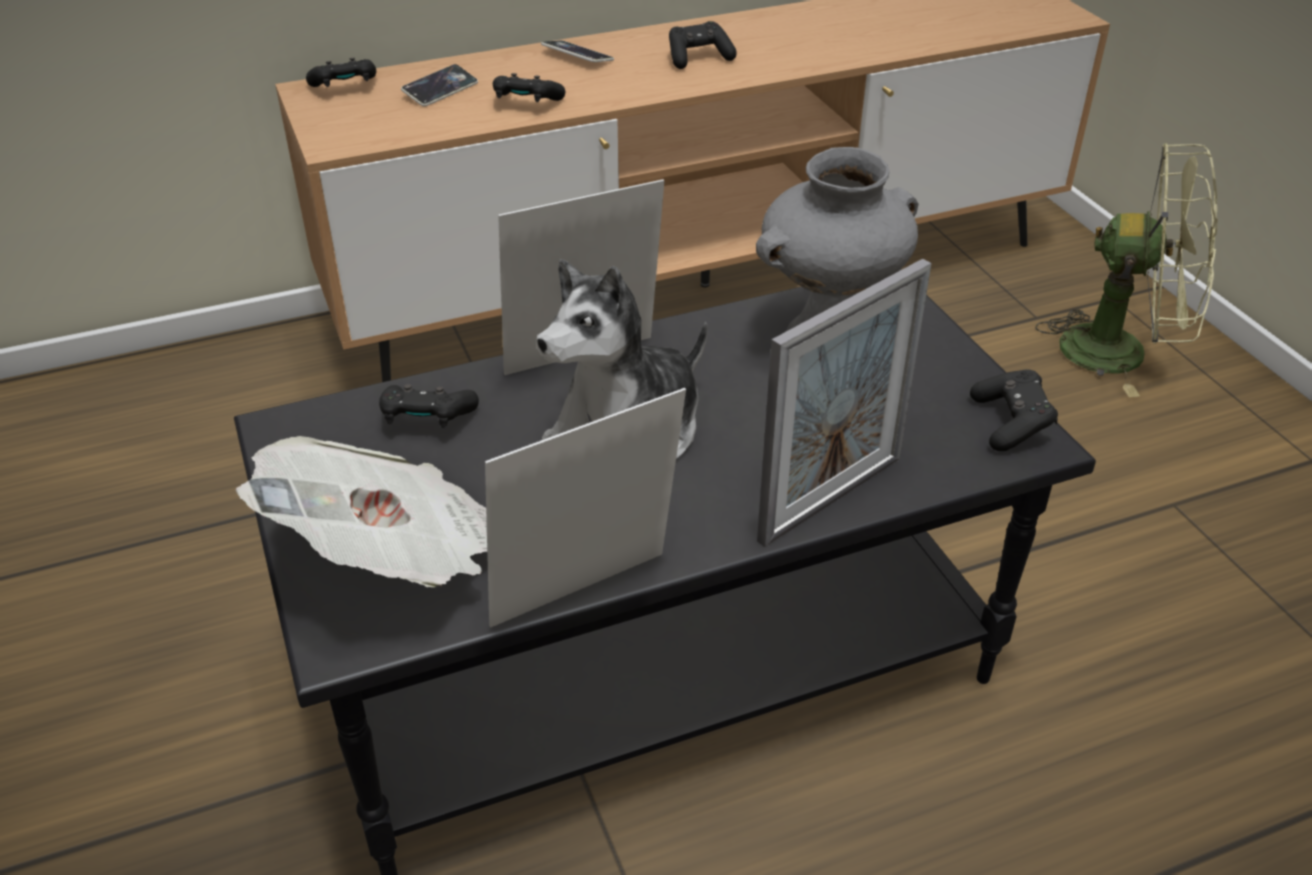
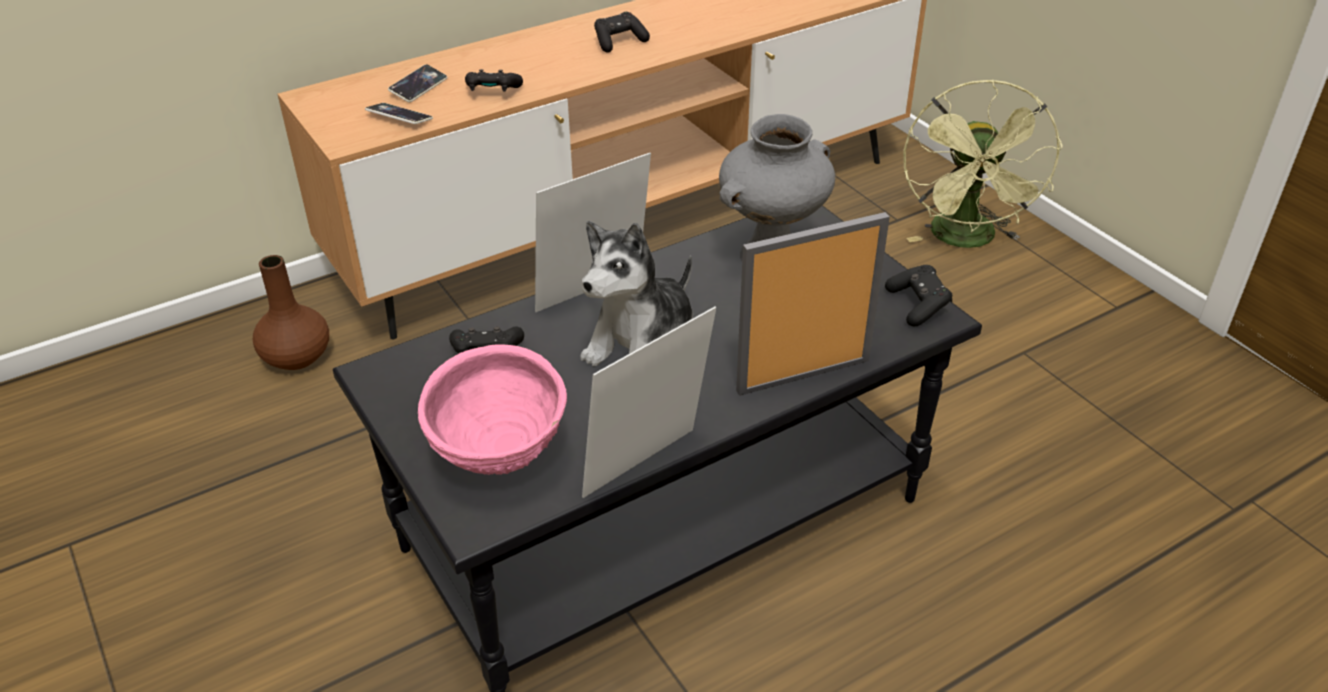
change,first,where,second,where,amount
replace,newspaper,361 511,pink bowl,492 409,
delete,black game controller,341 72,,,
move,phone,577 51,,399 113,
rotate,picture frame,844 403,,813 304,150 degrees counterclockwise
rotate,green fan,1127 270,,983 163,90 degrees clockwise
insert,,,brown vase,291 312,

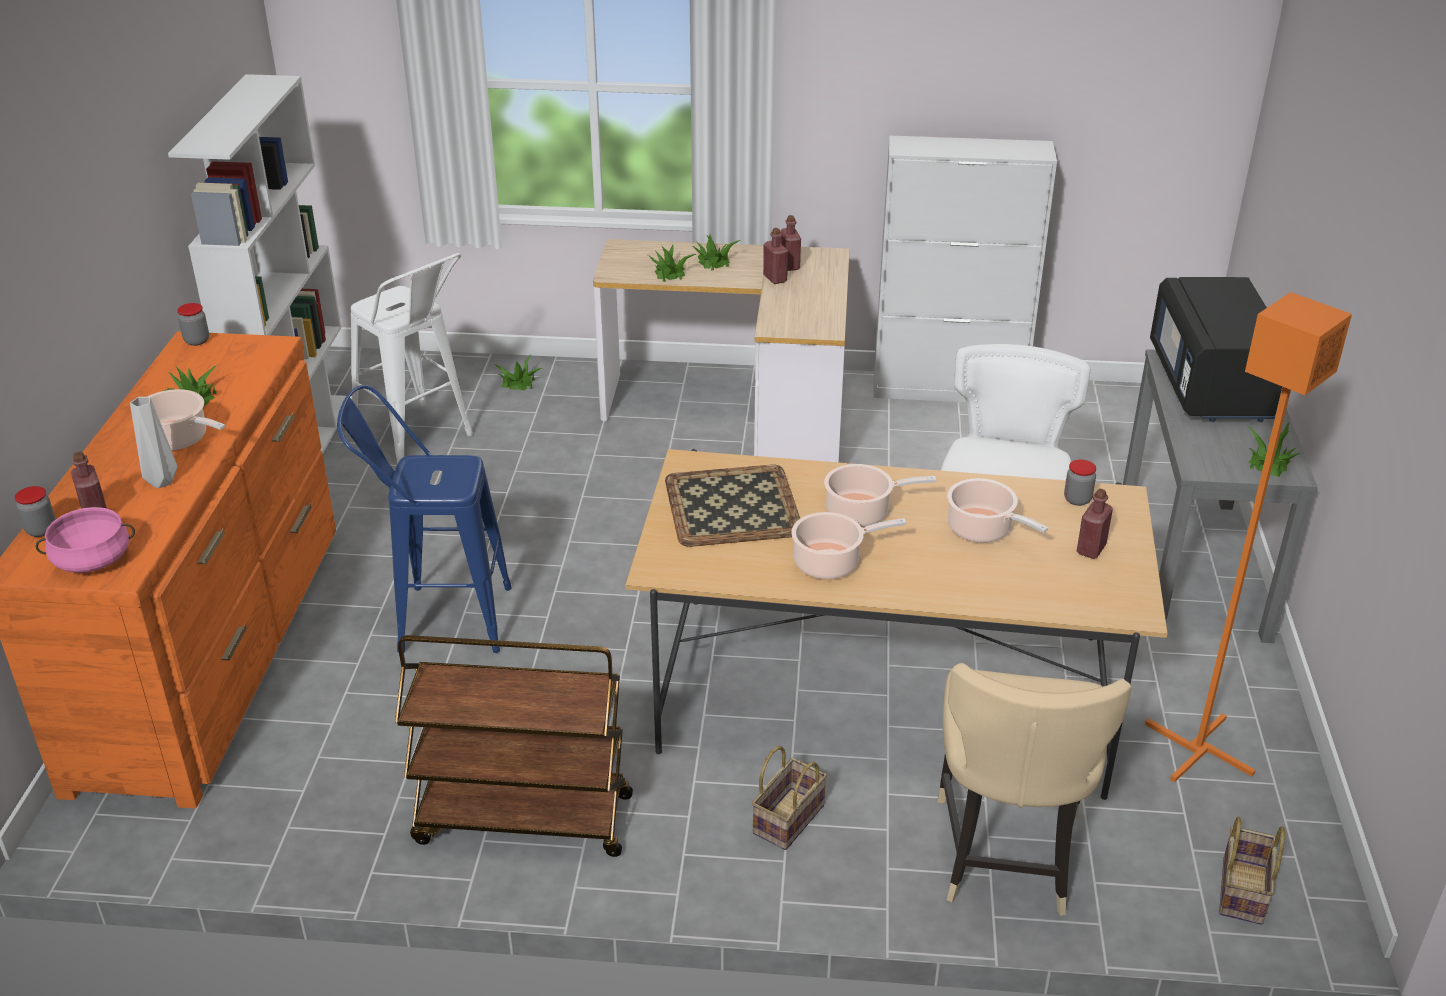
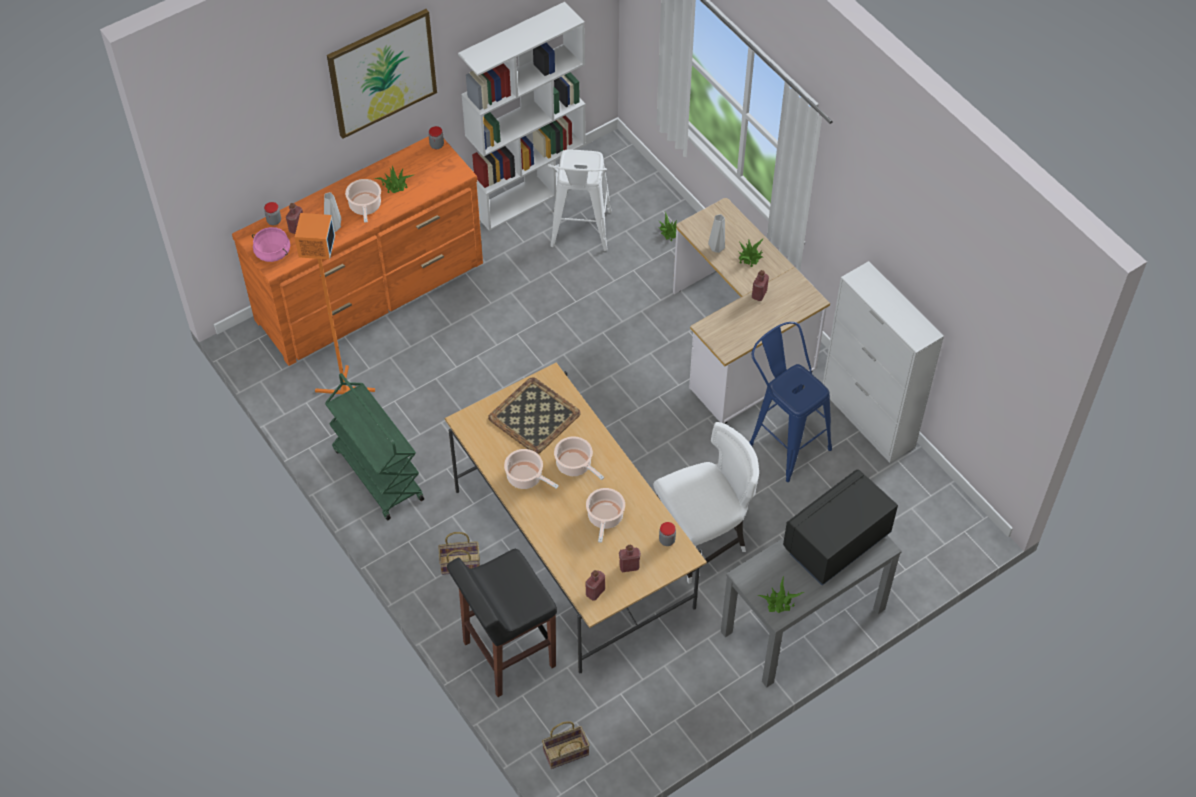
change,first,where,second,where,amount
move,blue stool,424 519,,790 402,
recolor,brown cart,514 746,green cart,374 446,
replace,potted plant,672 263,grey vase,716 233,
move,red bottle,790 243,,595 585,
replace,beige chair,1035 789,black stool,502 623,
move,orange floor lamp,1248 537,,335 303,
insert,,,picture,382 74,

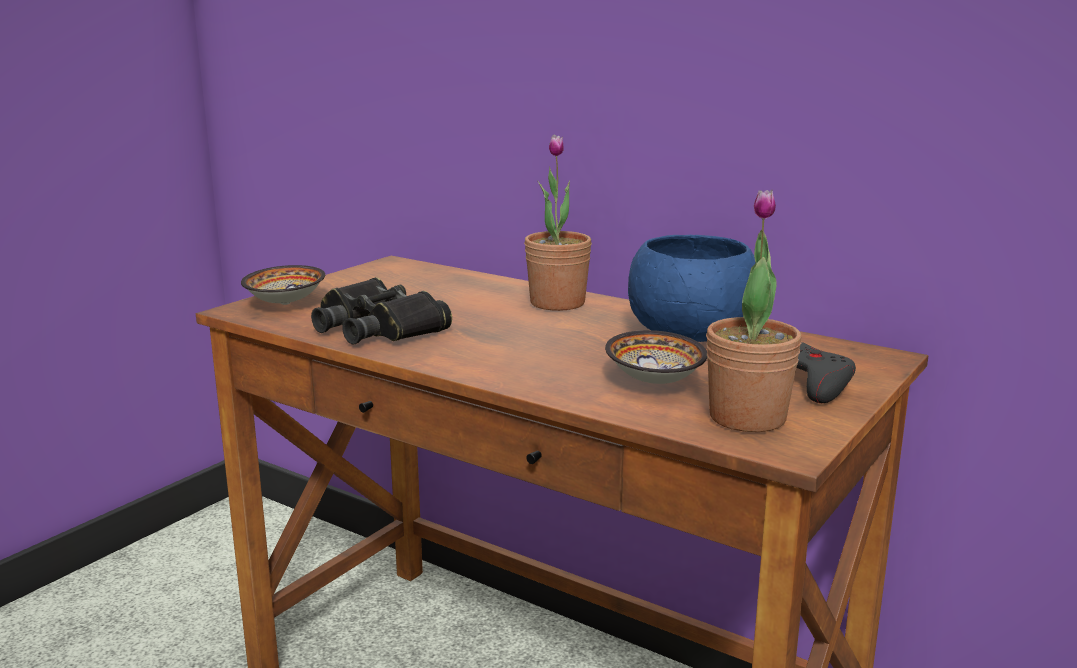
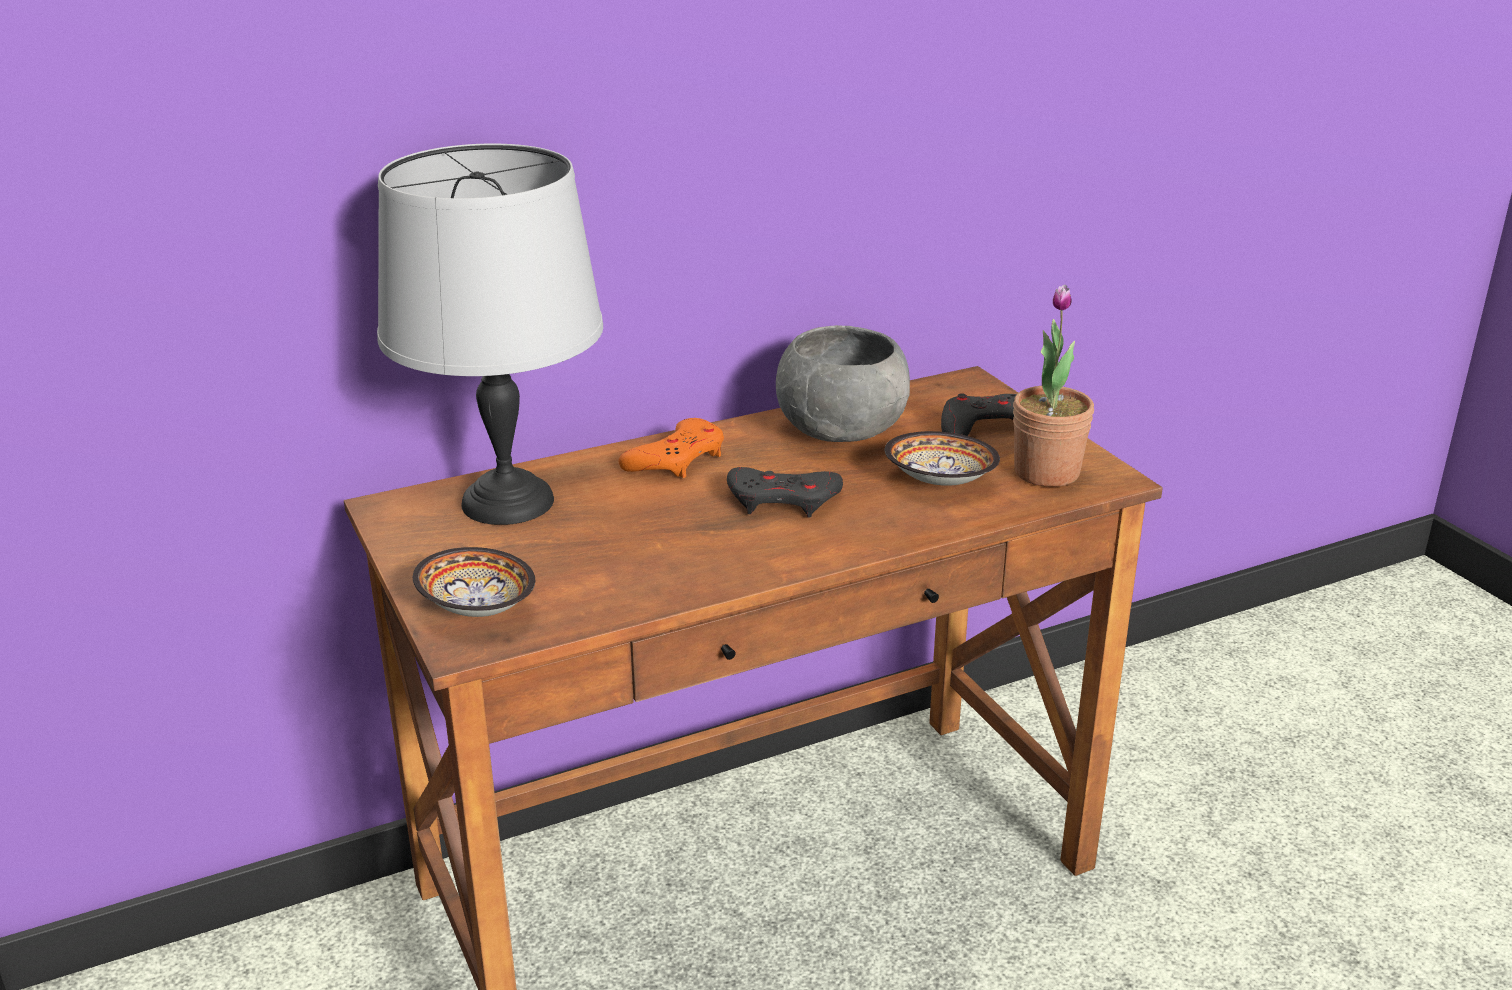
change,first,where,second,where,amount
delete,black binoculars,381 311,,,
replace,potted plant,558 222,orange game controller,671 448,
recolor,blue bowl,692 288,grey bowl,843 383,
insert,,,grey table lamp,490 334,
insert,,,grey game controller,785 492,

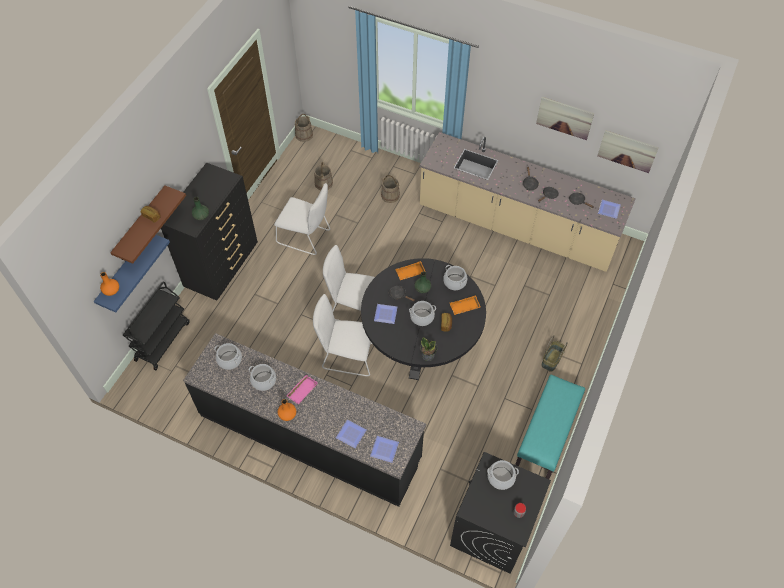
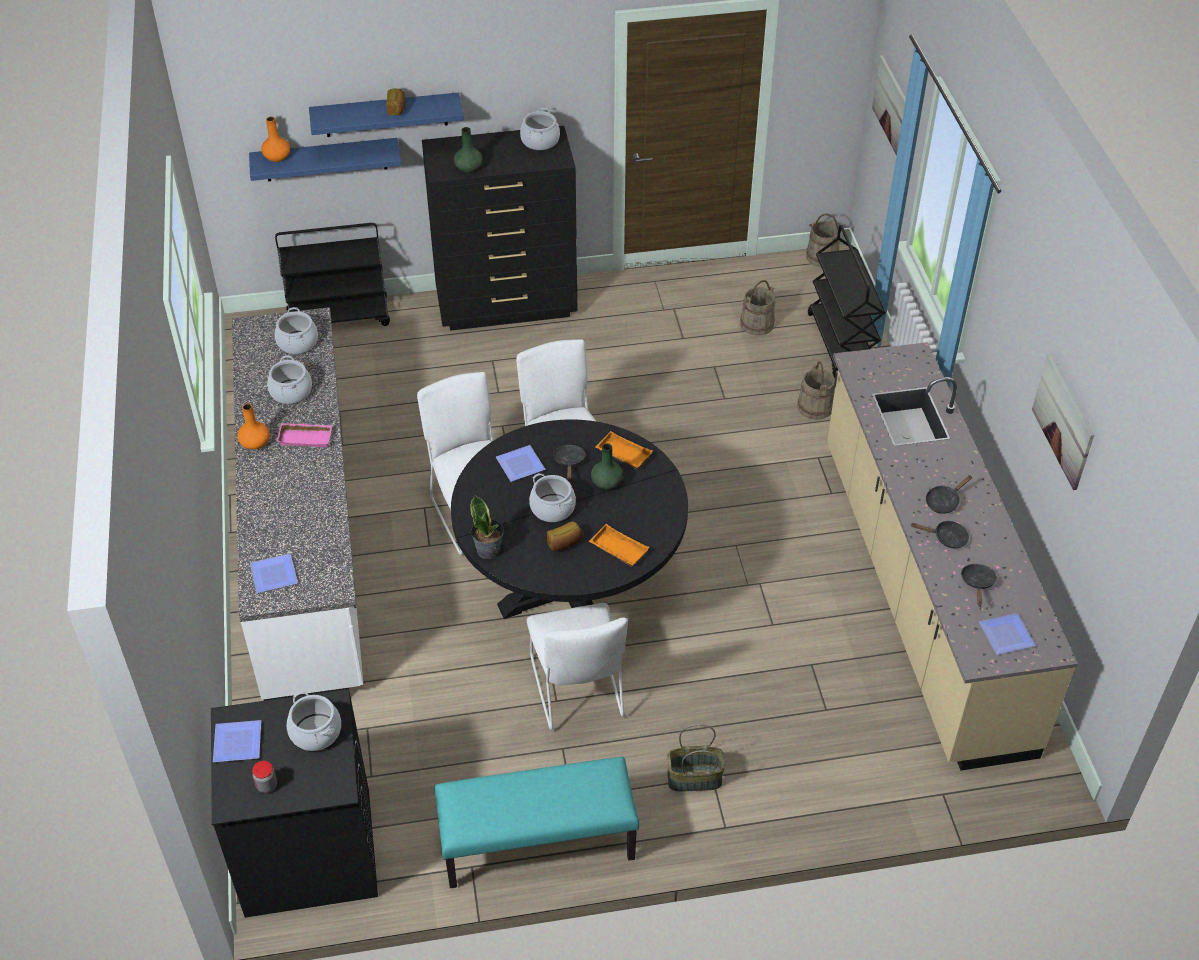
change,first,where,second,where,amount
recolor,brown shelf,148 225,blue shelf,386 115,
recolor,black counter,304 420,white counter,297 504,
move,white chair,302 219,,577 666,
move,plate,351 434,,237 741,
move,cooking pot,455 277,,540 129,
move,picture,628 151,,889 105,
insert,,,black cart,847 301,

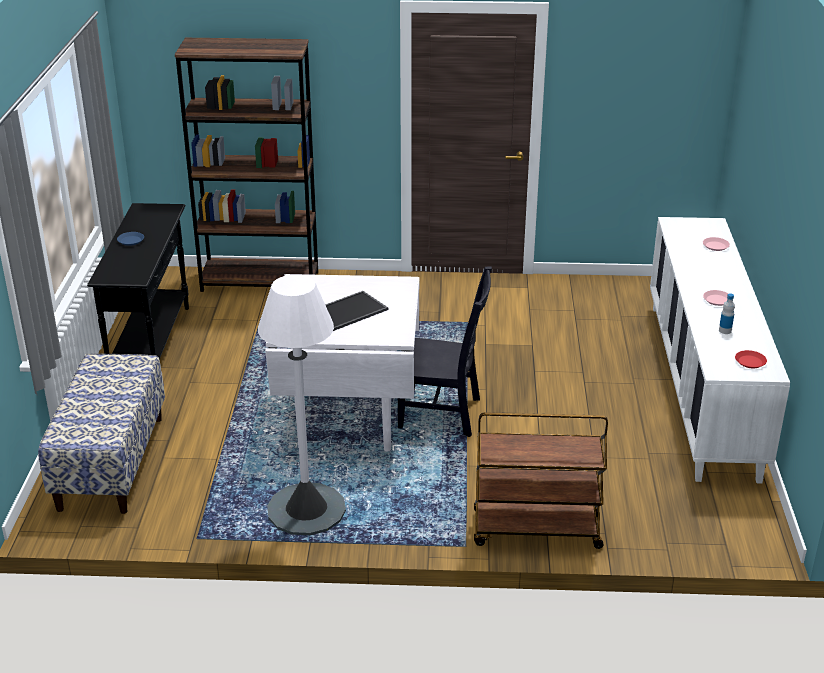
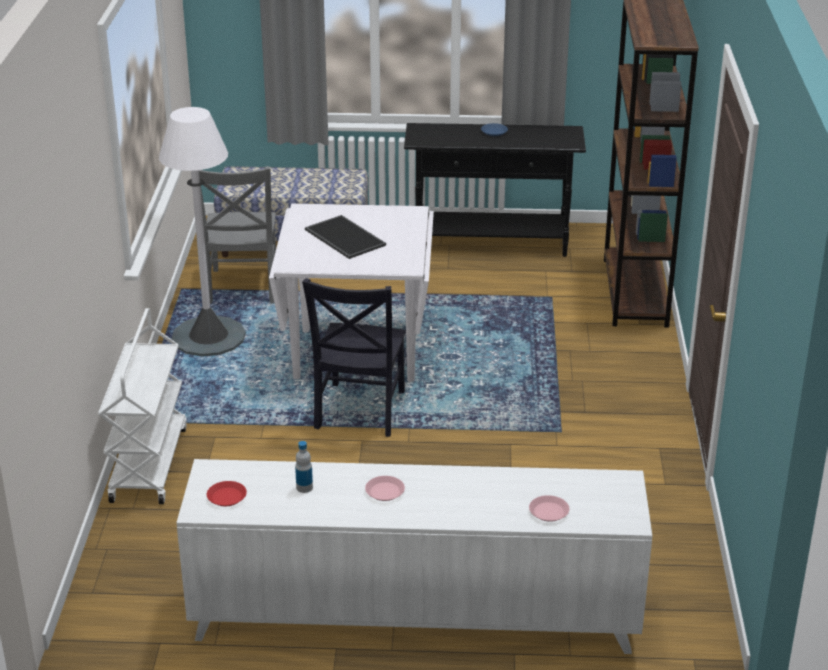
change,first,where,second,where,amount
recolor,brown cart,541 480,white cart,142 406,
insert,,,grey chair,237 235,

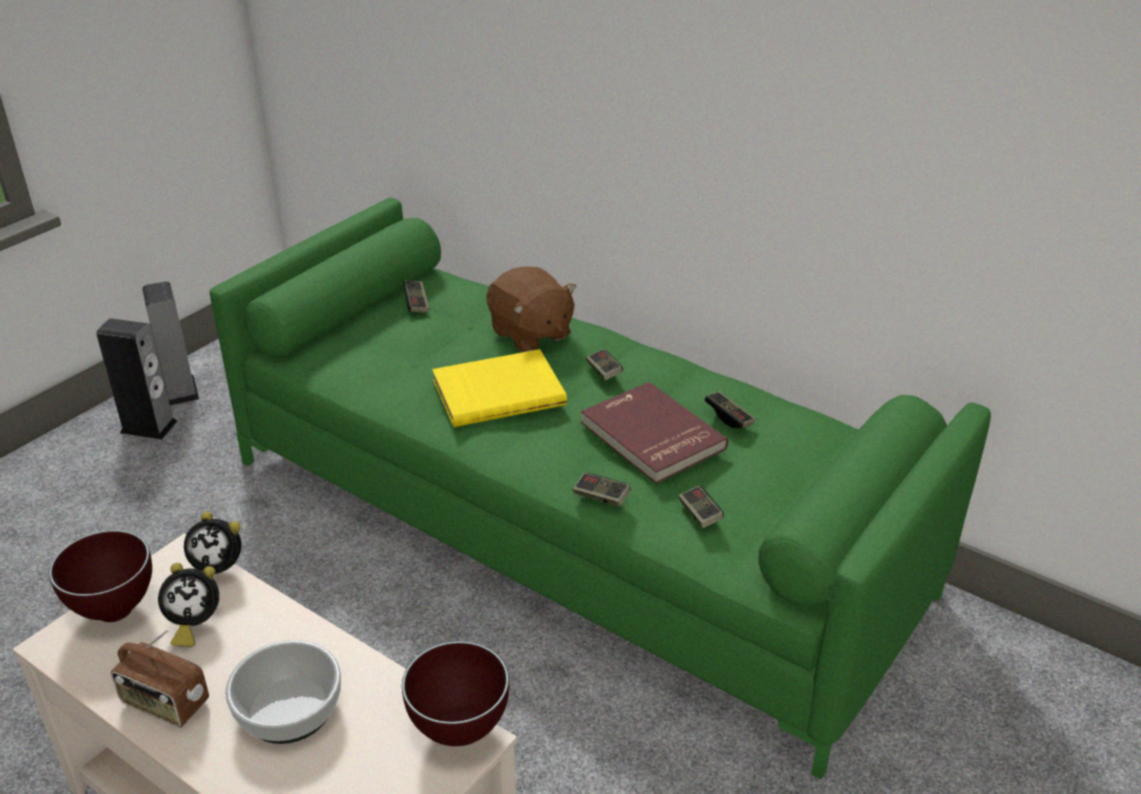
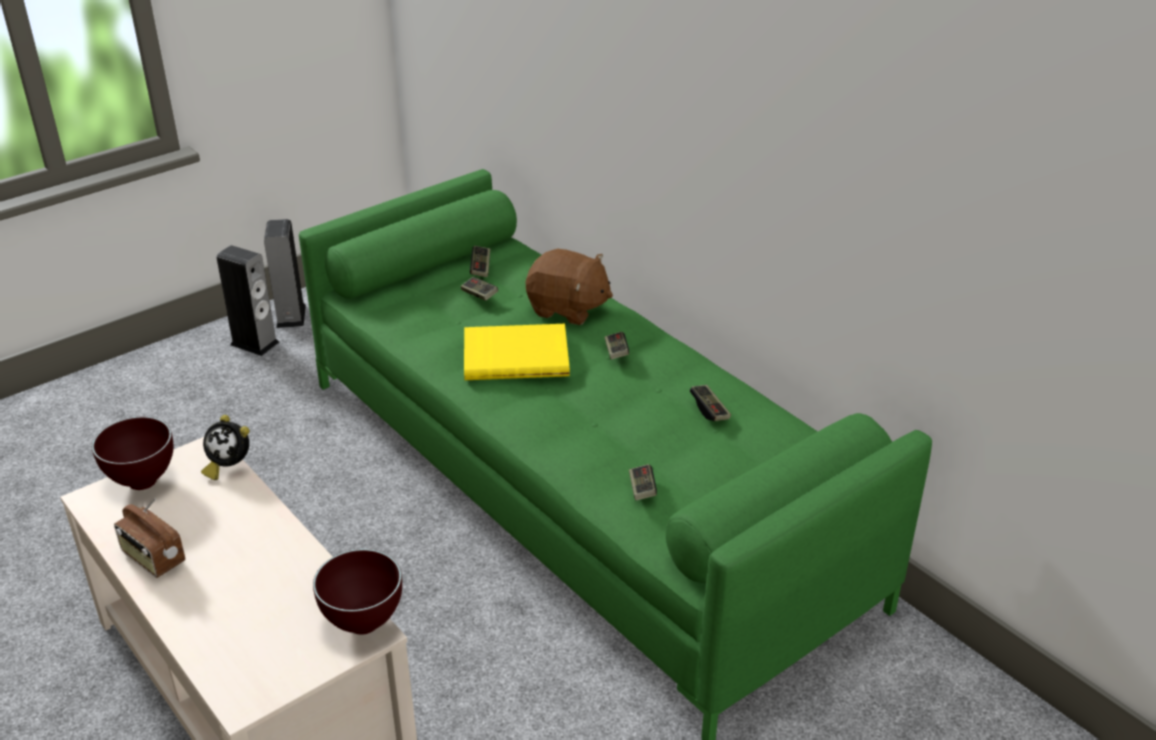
change,first,where,second,where,amount
delete,alarm clock,188 605,,,
delete,bowl,283 692,,,
rotate,brown plush toy,531 309,,569 287,45 degrees counterclockwise
move,game controller,602 490,,479 289,
delete,red book,654 432,,,

